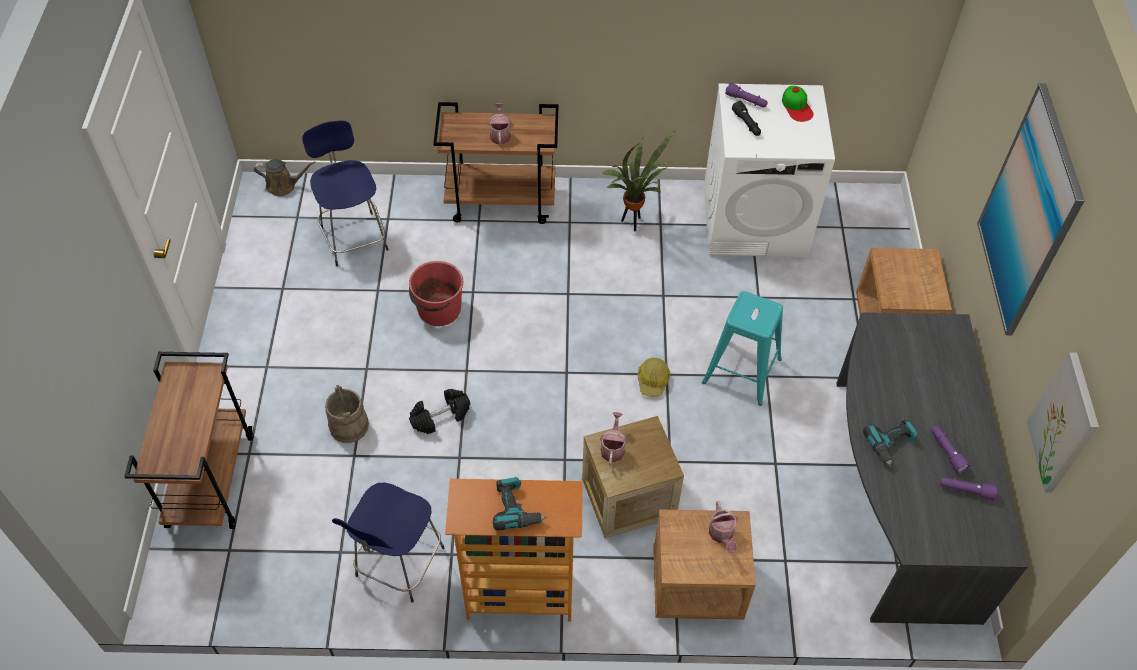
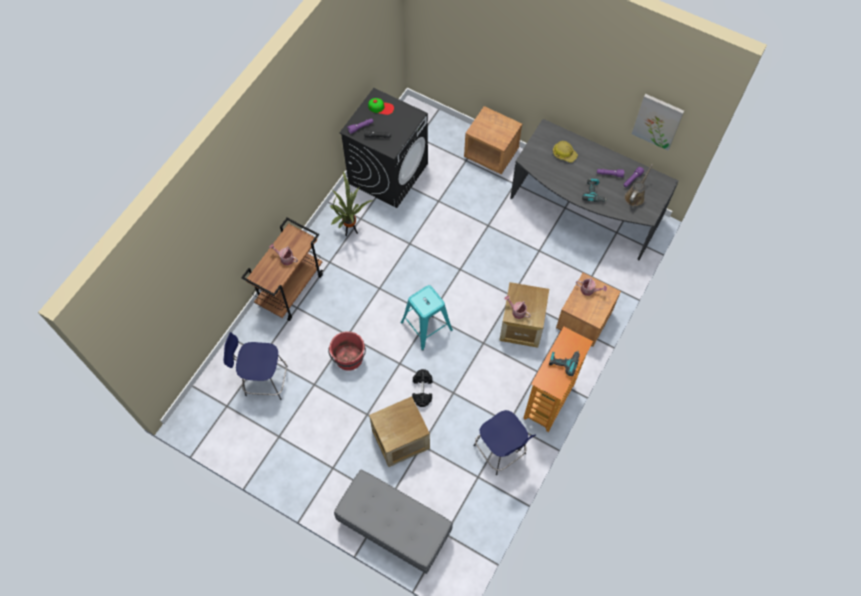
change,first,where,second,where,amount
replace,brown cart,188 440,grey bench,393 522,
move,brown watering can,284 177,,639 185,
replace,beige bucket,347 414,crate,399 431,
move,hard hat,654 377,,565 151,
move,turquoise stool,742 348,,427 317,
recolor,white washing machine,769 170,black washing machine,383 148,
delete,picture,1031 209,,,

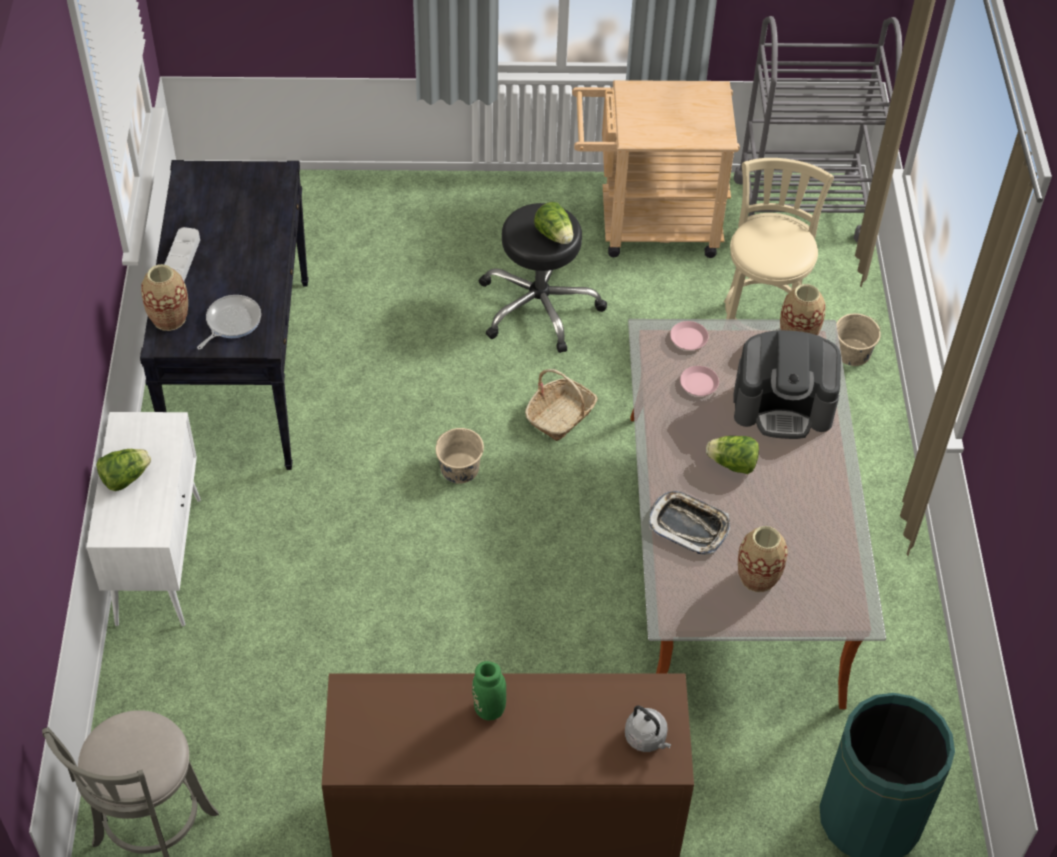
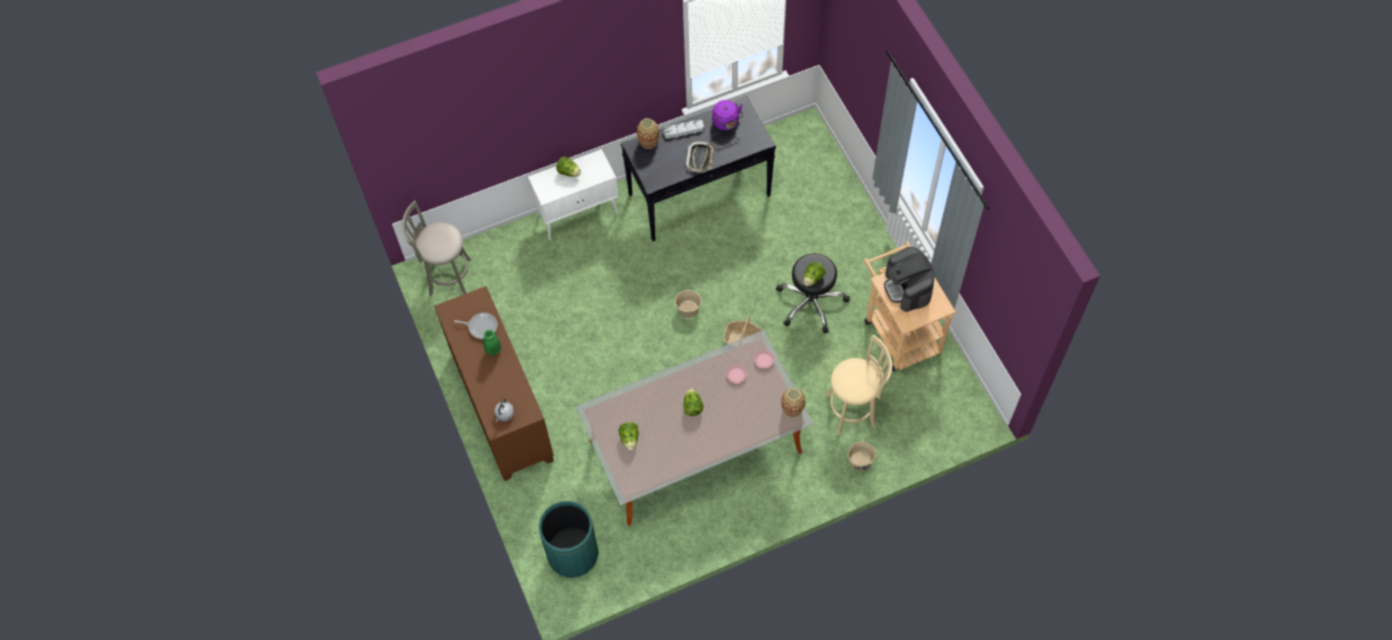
change,first,where,second,where,amount
move,frying pan,229 322,,476 326,
move,tray,689 523,,699 157,
delete,grey cart,817 129,,,
move,coffee machine,787 384,,909 279,
replace,vase,763 559,lettuce,628 436,
insert,,,purple kettle,727 115,

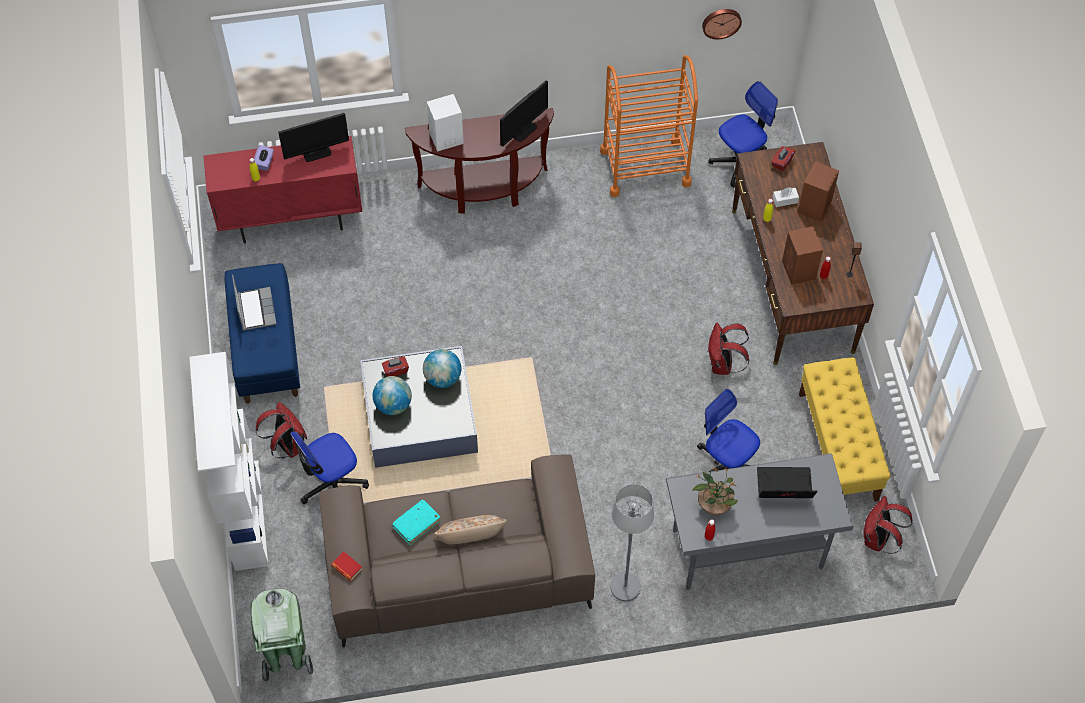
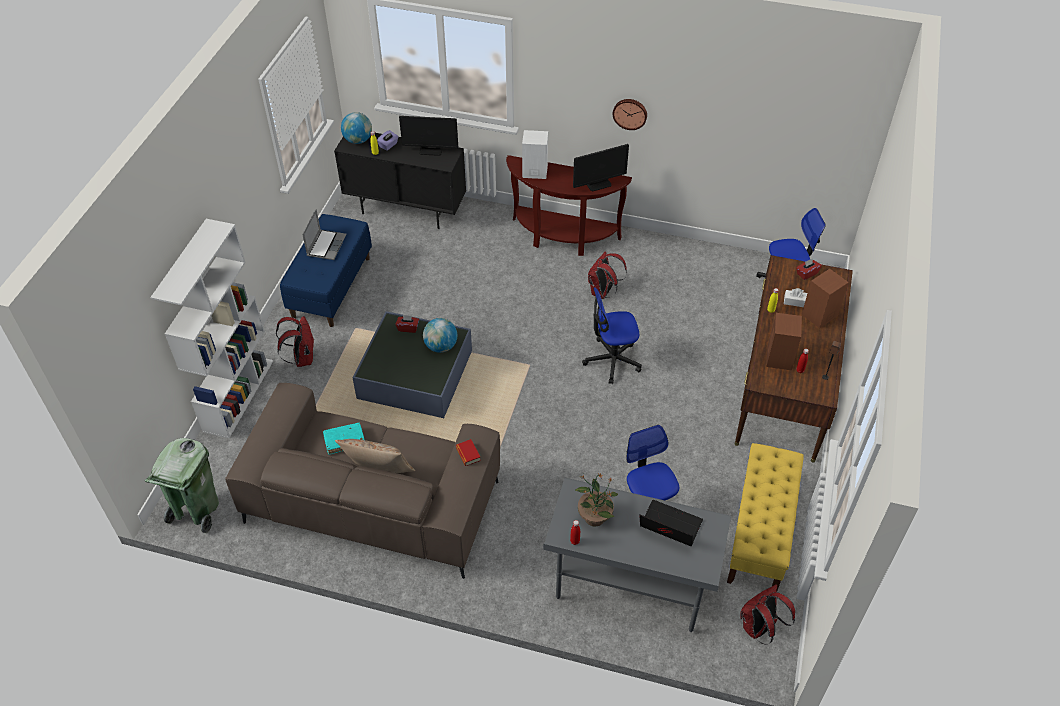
change,first,where,second,where,amount
recolor,red cabinet,283 190,black cabinet,400 181,
move,office chair,329 468,,612 335,
move,book,347 566,,468 452,
move,globe,392 395,,356 128,
delete,orange cart,649 126,,,
delete,grey floor lamp,632 543,,,
move,wall clock,722 24,,630 114,
move,red backpack,729 348,,607 275,

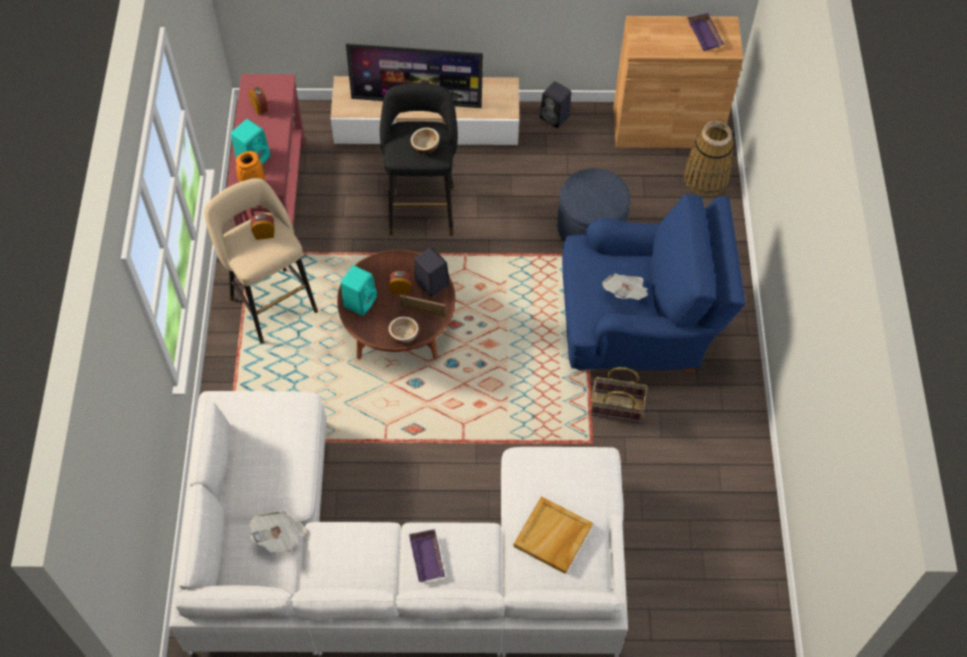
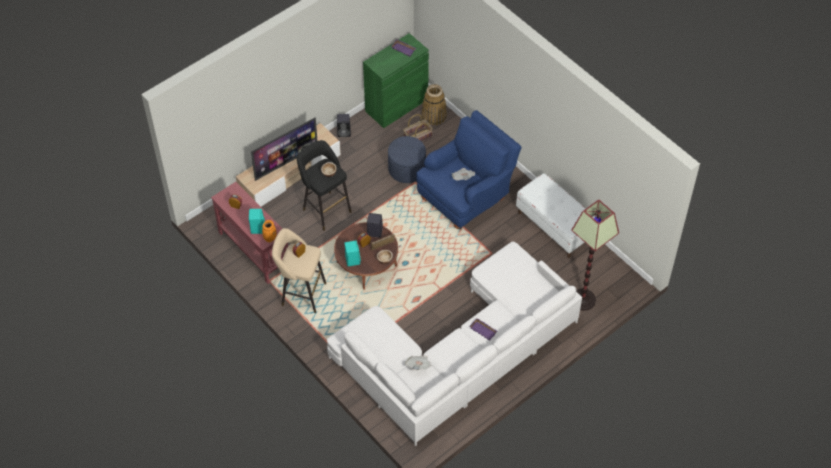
change,first,where,second,where,amount
delete,beige tray,553 535,,,
move,basket,619 395,,418 128,
recolor,brown cabinet,678 82,green cabinet,396 80,
insert,,,white bench,555 215,
insert,,,floor lamp,595 255,

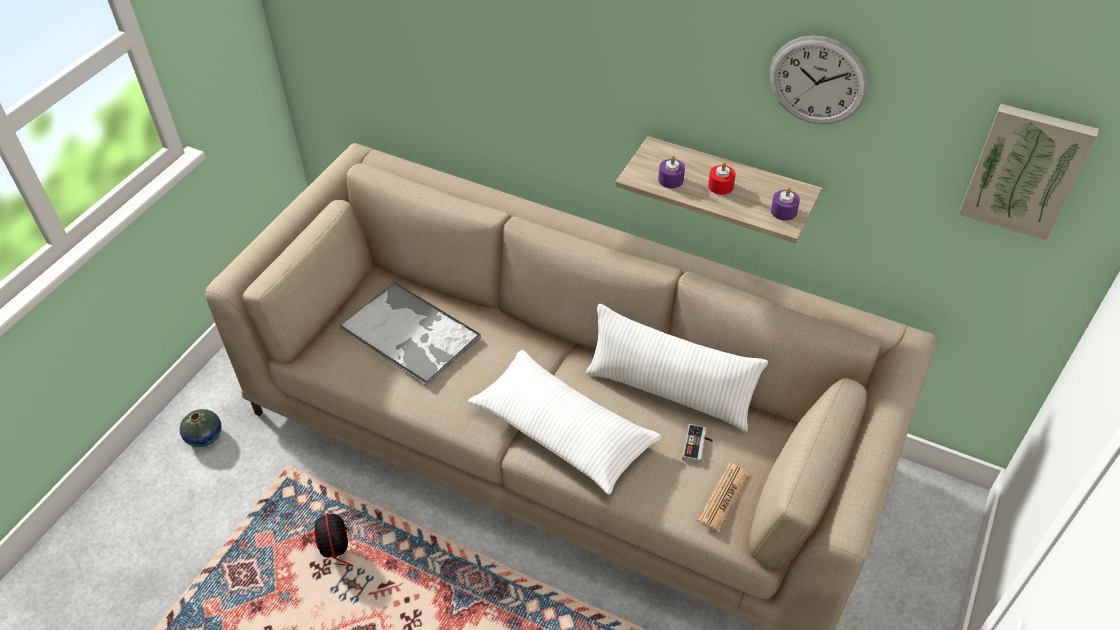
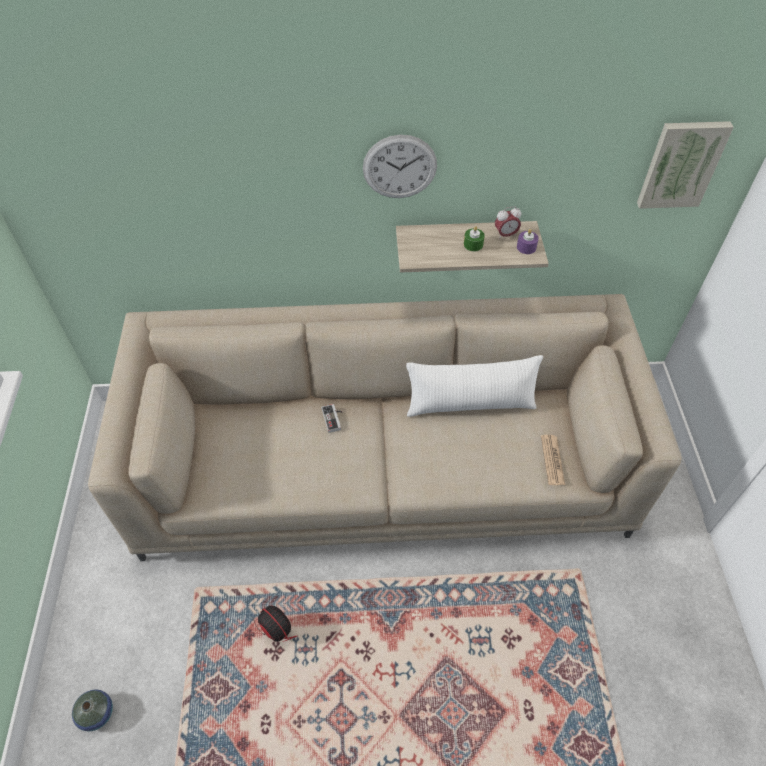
change,first,where,second,where,amount
move,vase,200 428,,92 710,
delete,tray,410 333,,,
delete,white pillow,565 422,,,
delete,purple candle,671 172,,,
move,game controller,697 443,,332 418,
recolor,red candle,722 178,green candle,474 239,
move,wall clock,818 79,,400 166,
insert,,,alarm clock,508 222,

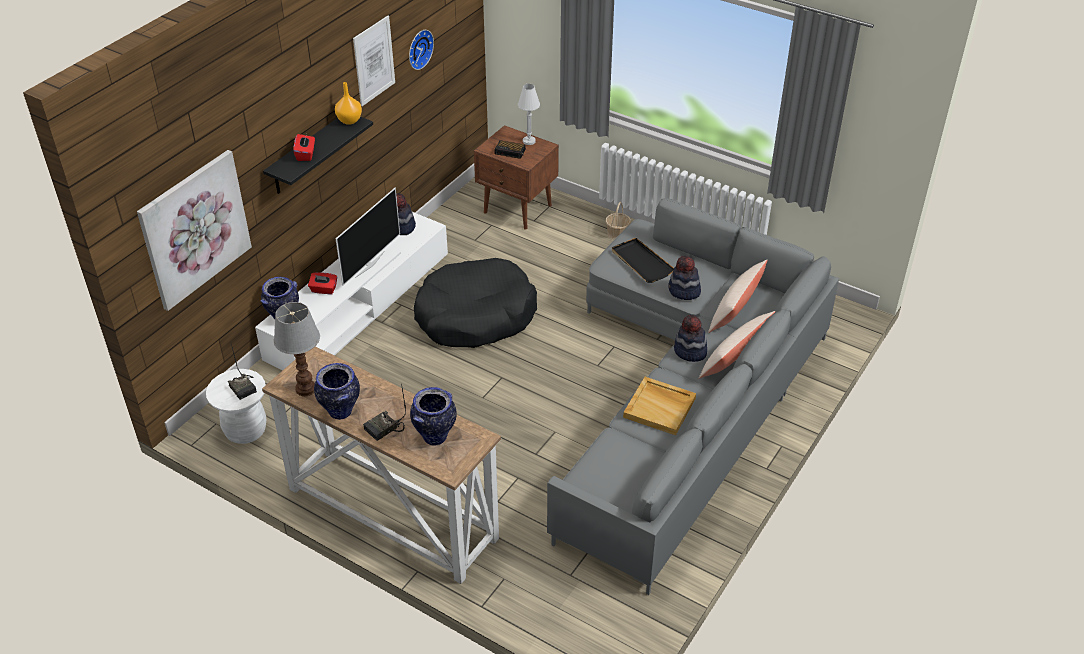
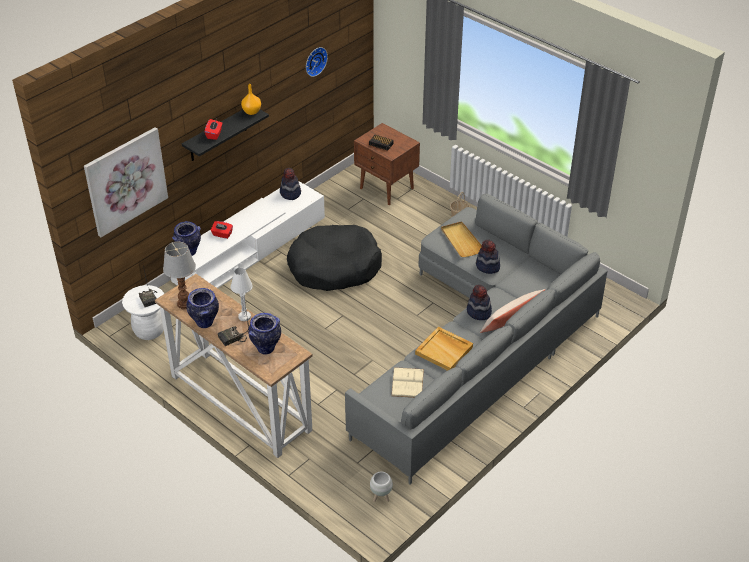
change,first,where,second,where,amount
delete,television,368 237,,,
delete,picture,374 61,,,
move,white table lamp,529 114,,242 294,
recolor,black tray,643 260,beige tray,461 239,
delete,beige pillow,738 296,,,
insert,,,white planter,381 487,
insert,,,beige book,407 382,

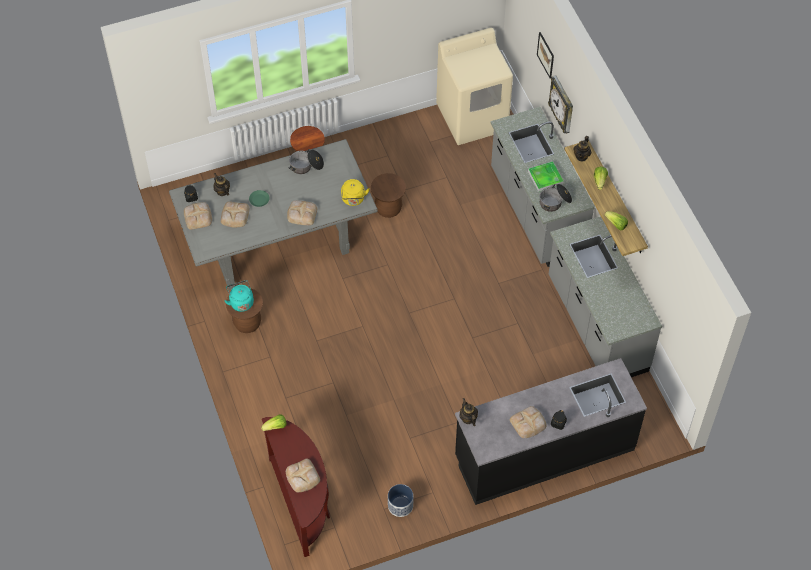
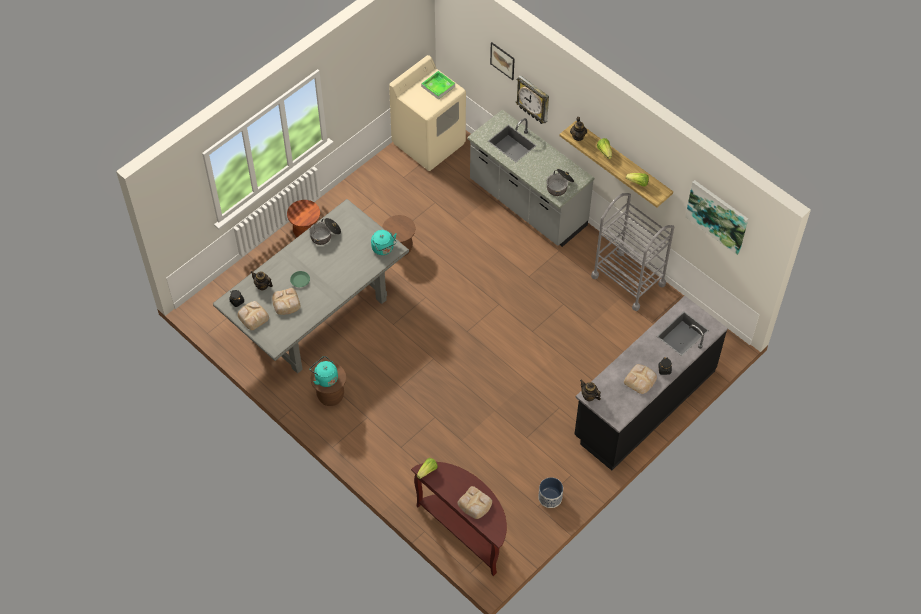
change,first,where,second,where,amount
delete,bread,302 212,,,
recolor,yellow kettle,355 192,turquoise kettle,384 242,
move,tray,545 176,,438 85,
replace,grey counter,605 296,grey cart,632 252,
insert,,,picture,716 217,

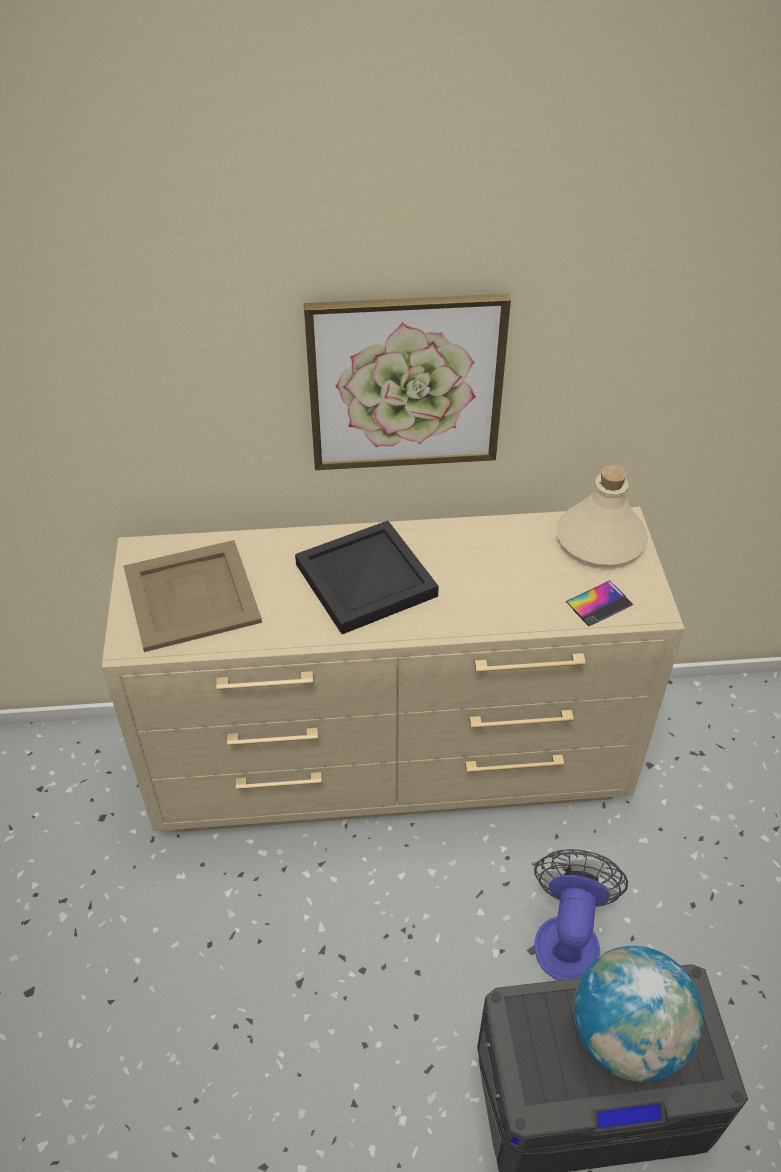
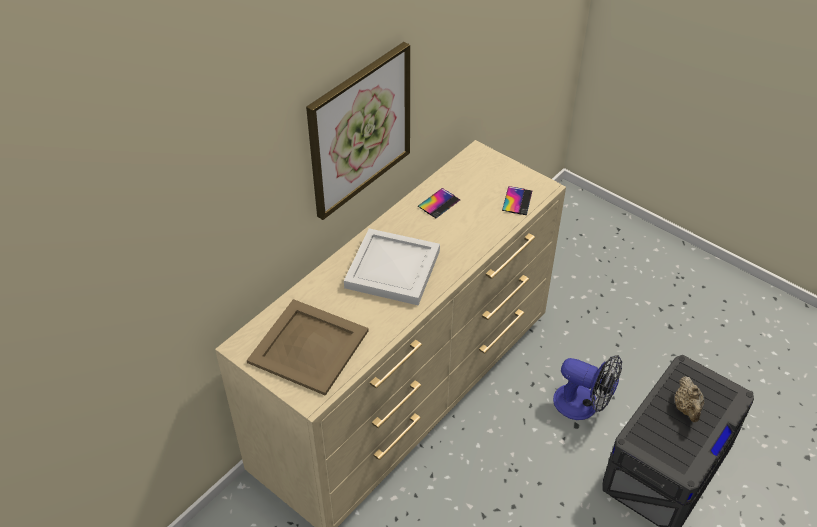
change,first,where,second,where,amount
recolor,black tray,367 577,white tray,392 266,
rotate,fan,581 914,,587 387,150 degrees clockwise
delete,beige bottle,602 515,,,
replace,globe,638 1014,beige teapot,689 399,
insert,,,phone,439 203,

